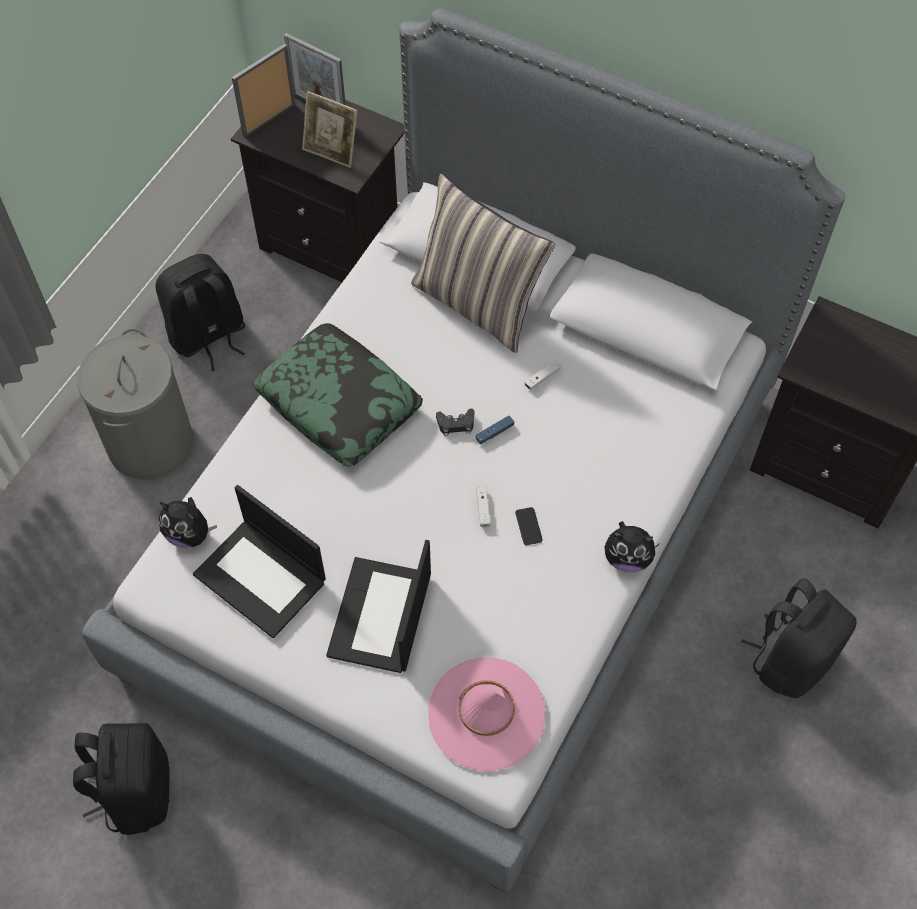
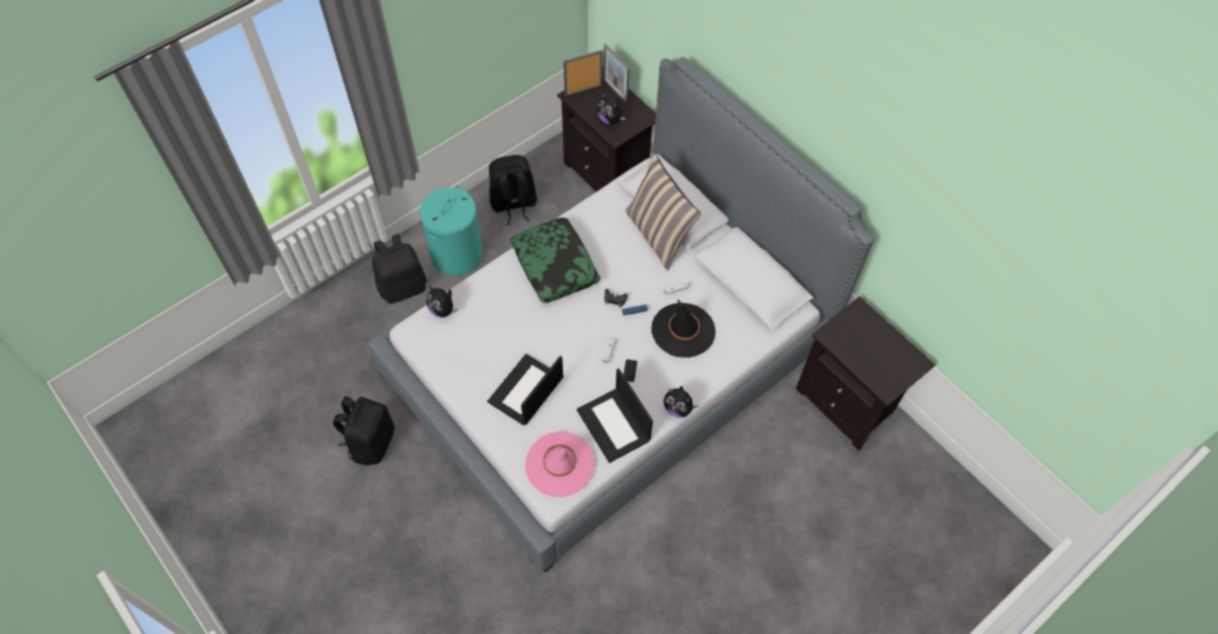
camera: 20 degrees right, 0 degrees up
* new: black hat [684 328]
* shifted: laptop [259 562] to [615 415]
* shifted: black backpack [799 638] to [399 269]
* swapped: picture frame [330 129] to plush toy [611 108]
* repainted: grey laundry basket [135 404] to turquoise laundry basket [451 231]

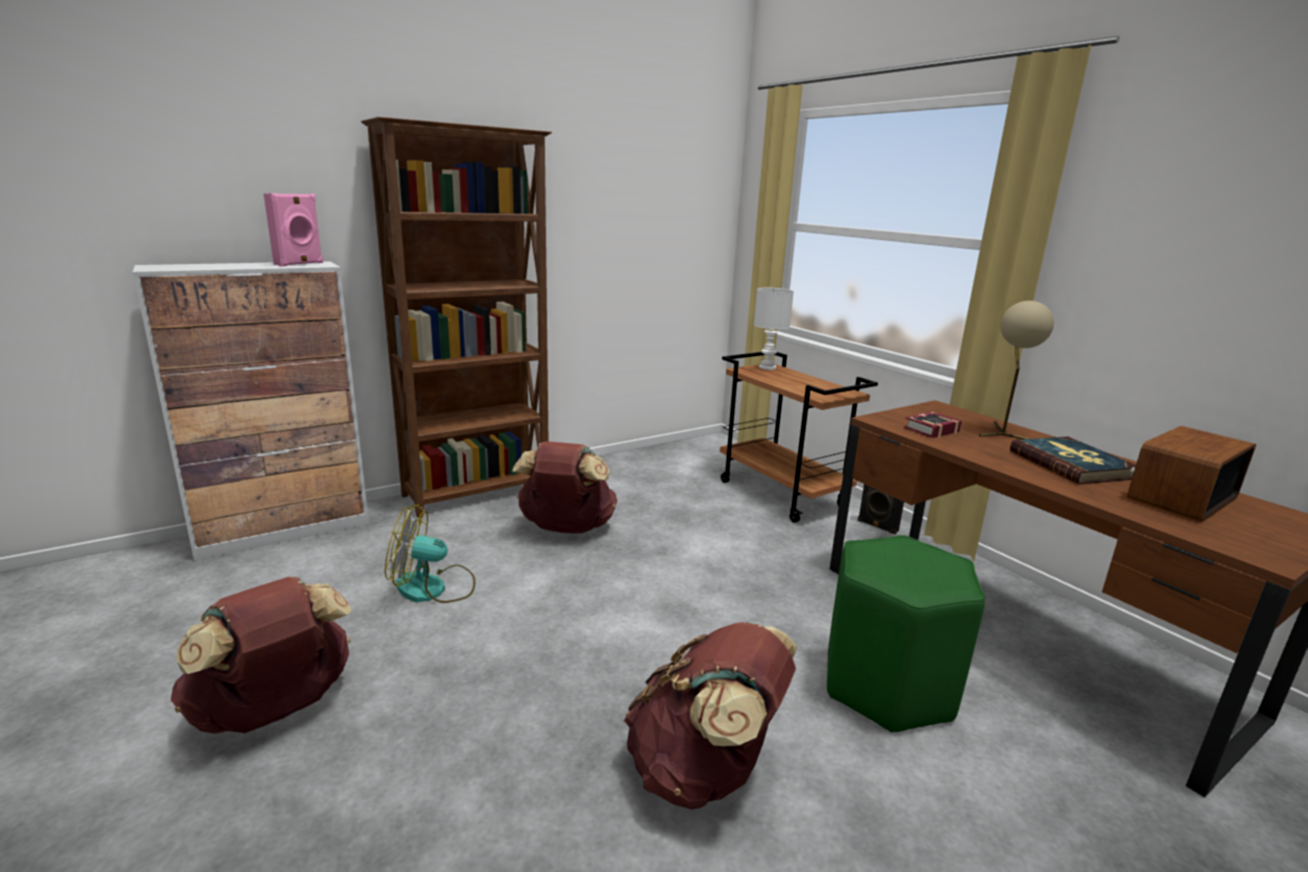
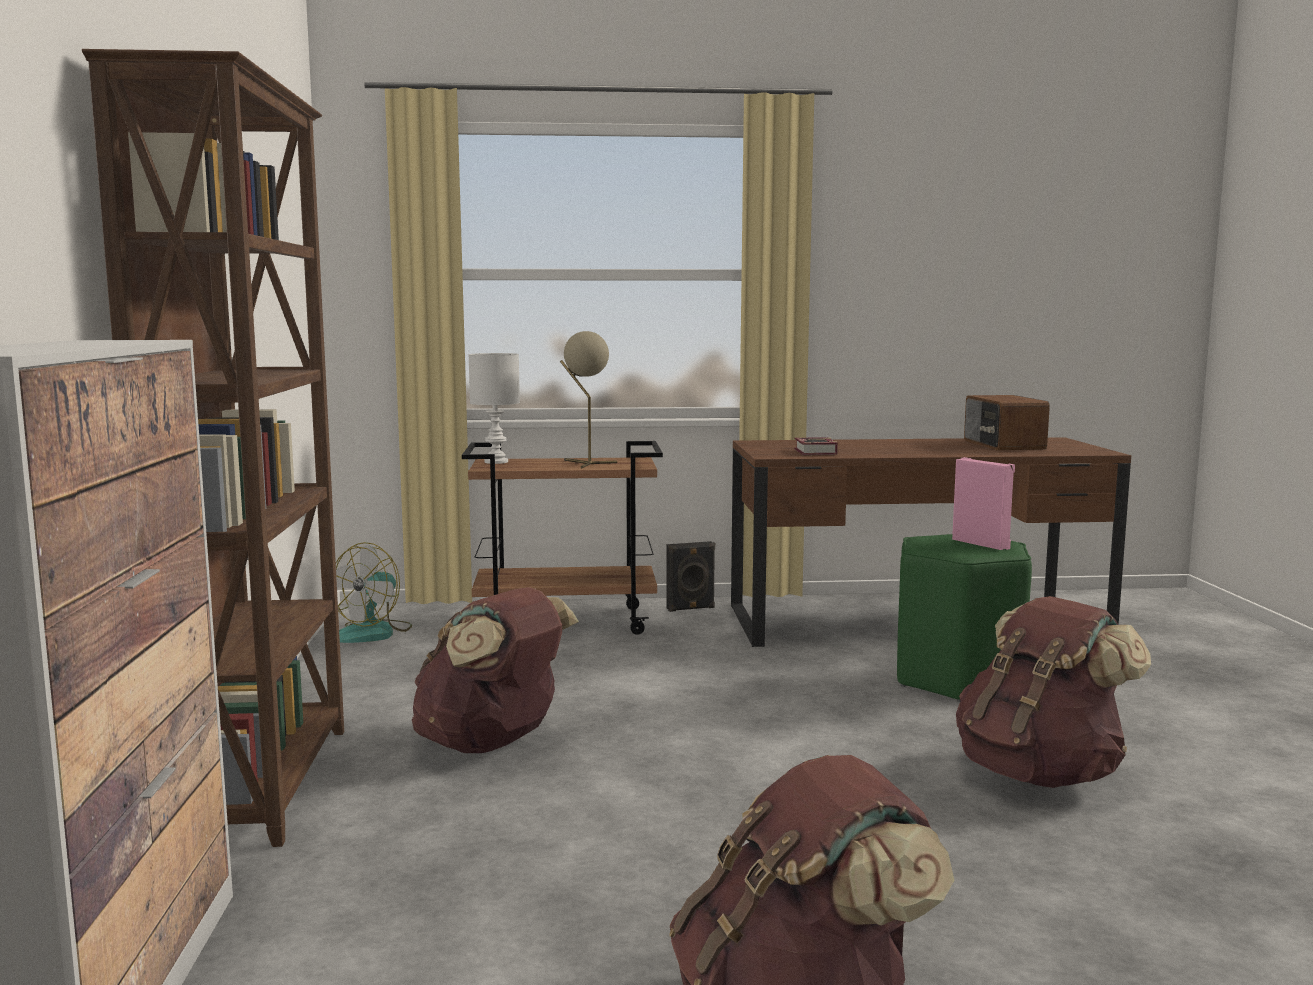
camera: 60 degrees left, 10 degrees down
* gone: book [1073 460]
* shifted: pink speaker [293 229] to [983 503]
* shifted: fan [430 554] to [374 592]
* shifted: beige table lamp [1016 370] to [588 399]

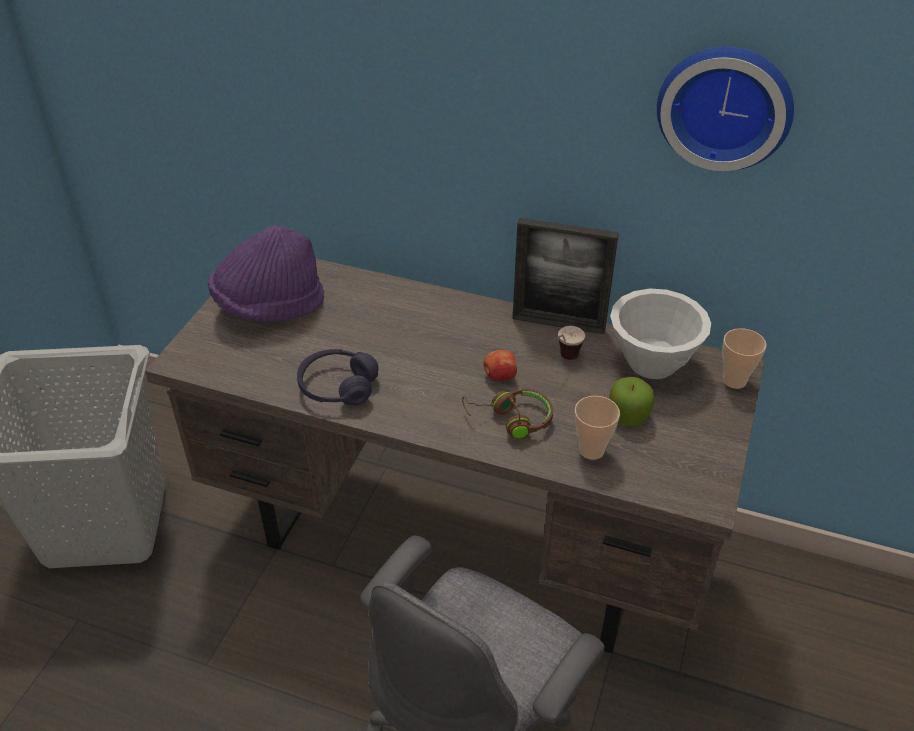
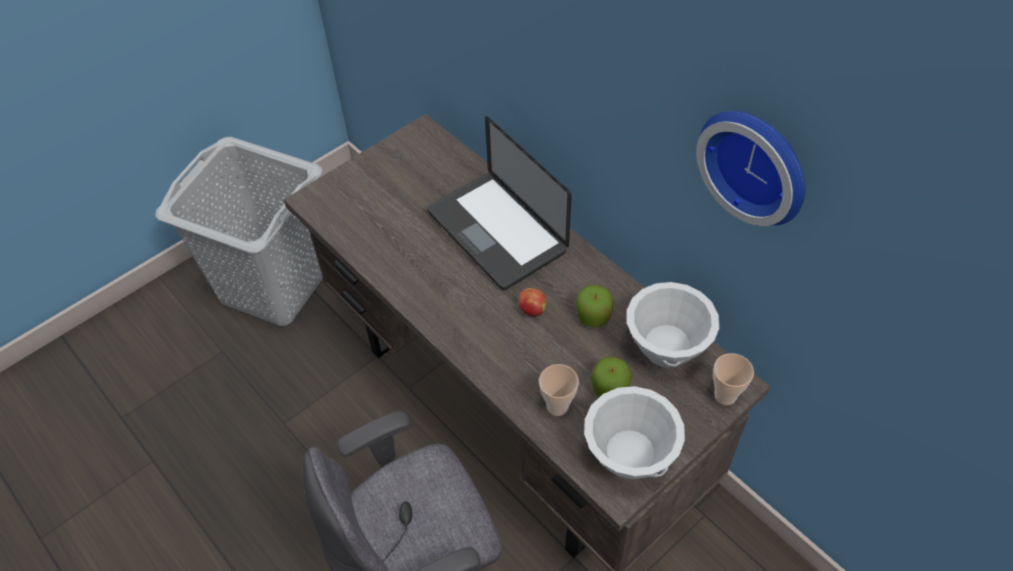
camera: 30 degrees right, 10 degrees up
* gone: purple hat [266 273]
* gone: purple headphones [338 377]
* gone: brown headphones [507 413]
* gone: picture frame [566 276]
* new: laptop [499 203]
* new: white bowl [634 432]
* swapped: cup [569 343] to apple [595 306]

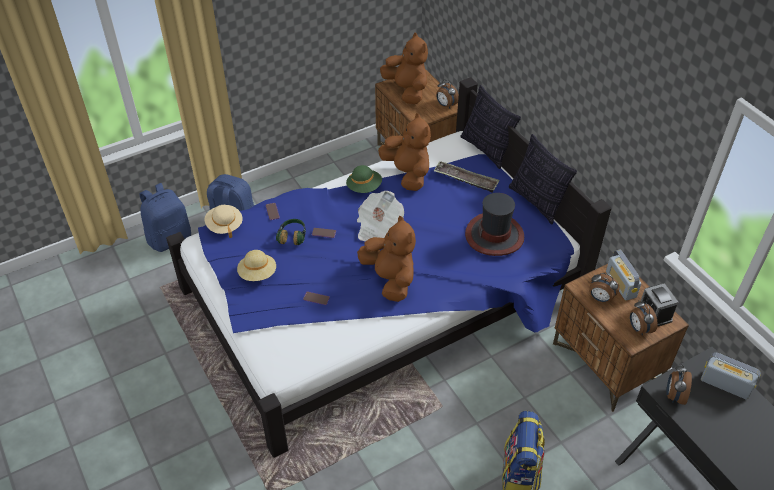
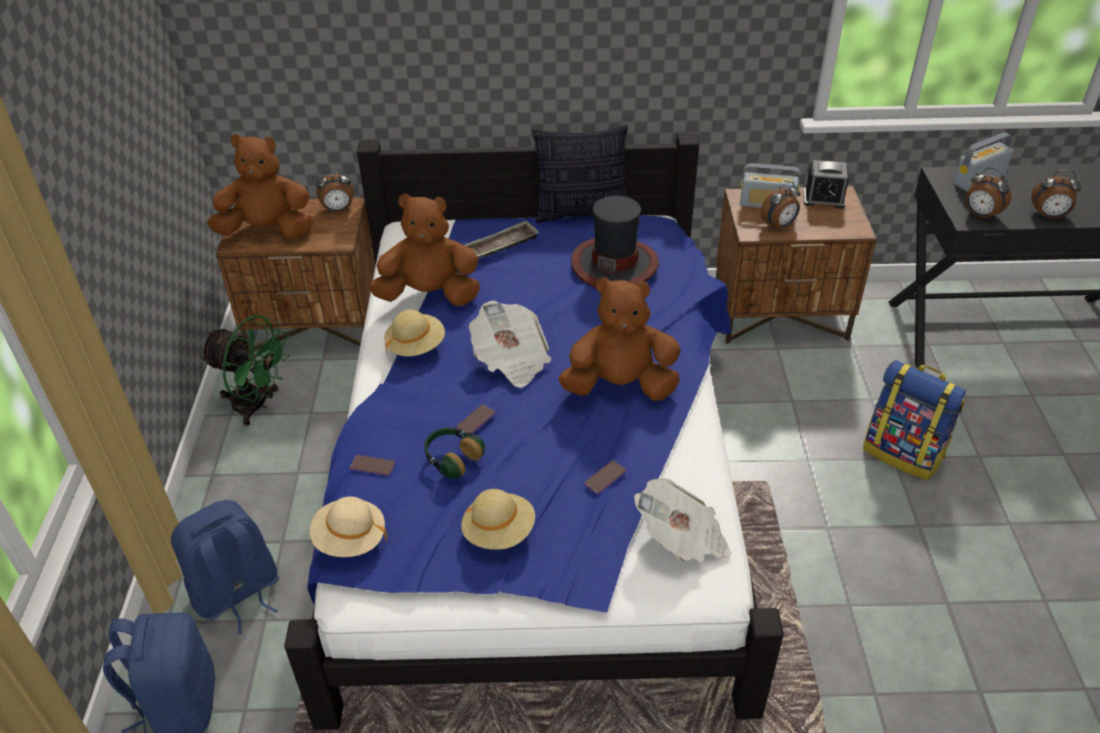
camera: 60 degrees left, 5 degrees down
* gone: pillow [490 127]
* new: green fan [245 370]
* new: newspaper [682 520]
* shifted: alarm clock [644 317] to [1056 194]
* repainted: green hat [364 179] to beige hat [414 333]

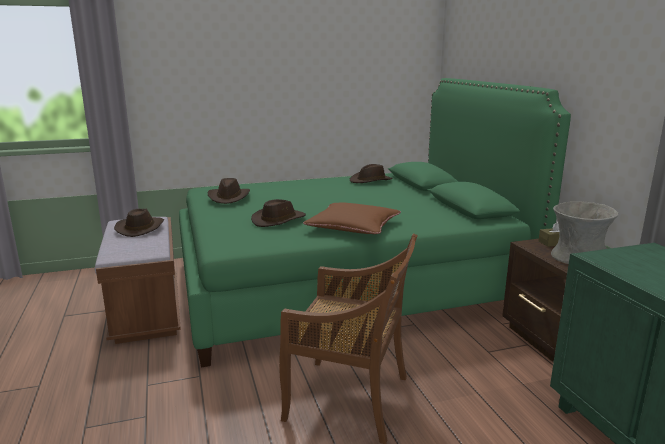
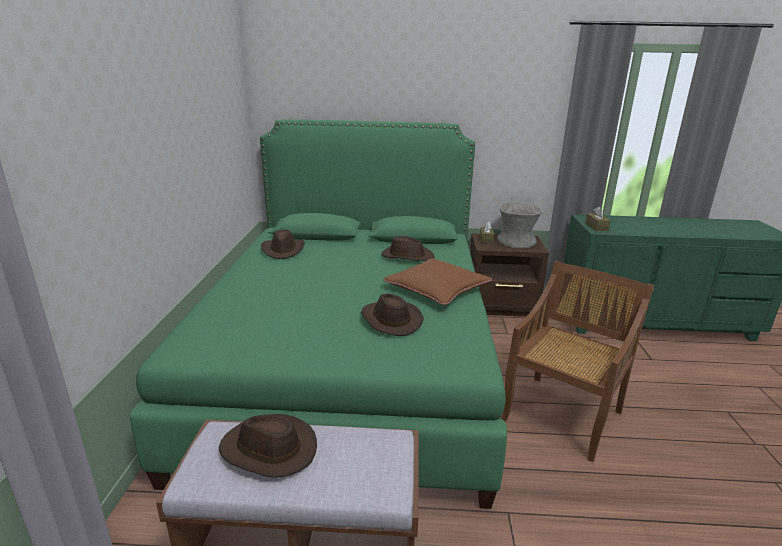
camera: 70 degrees left, 5 degrees up
* new: brown tissue box [598 219]
* shifted: brown hat [229 191] to [408 248]

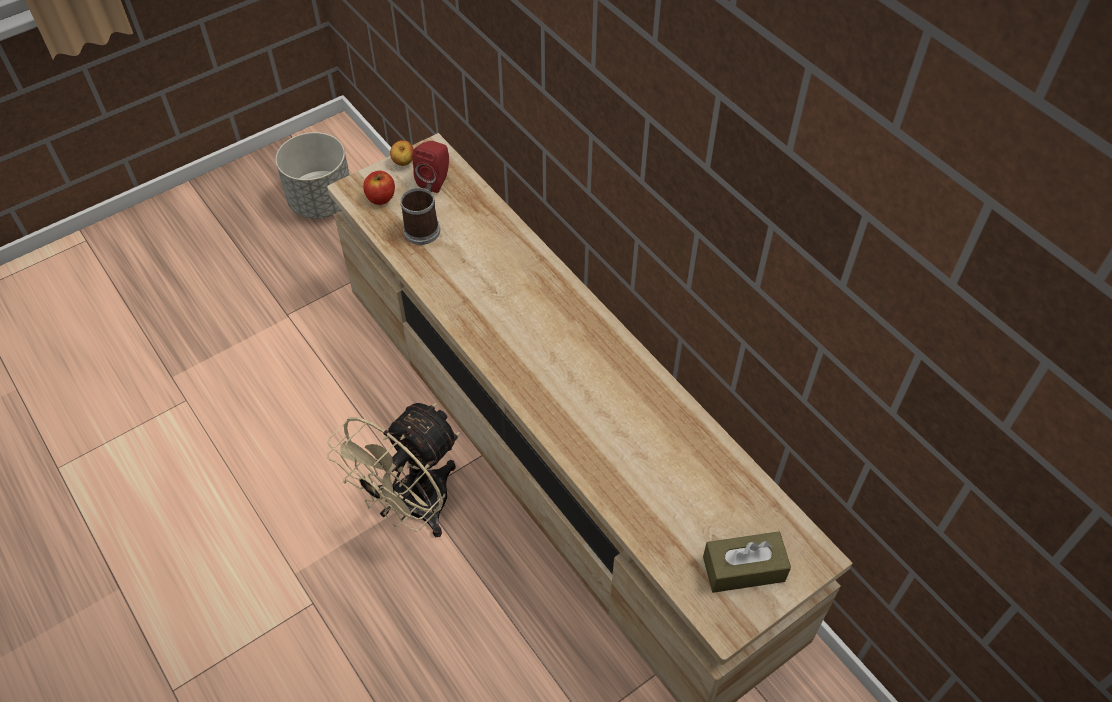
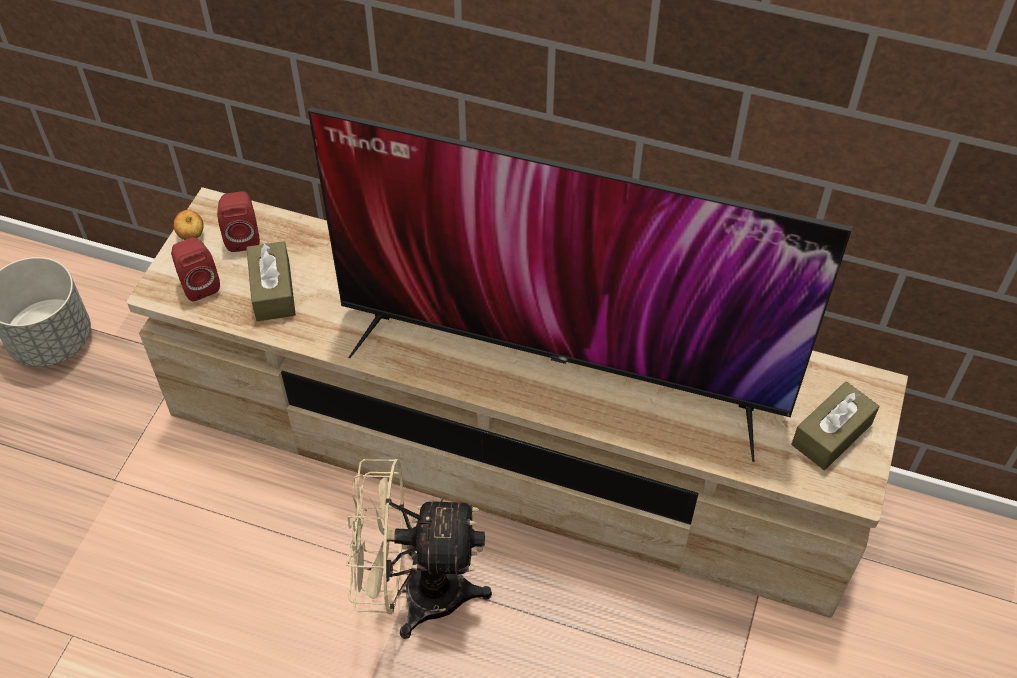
camera: 35 degrees left, 0 degrees up
* new: television [580 284]
* swapped: apple [379 188] to red speaker [195 269]
* swapped: mug [420 214] to brown tissue box [271 281]
* rotated: beige fan [393 470] = [419 549] 90 degrees clockwise

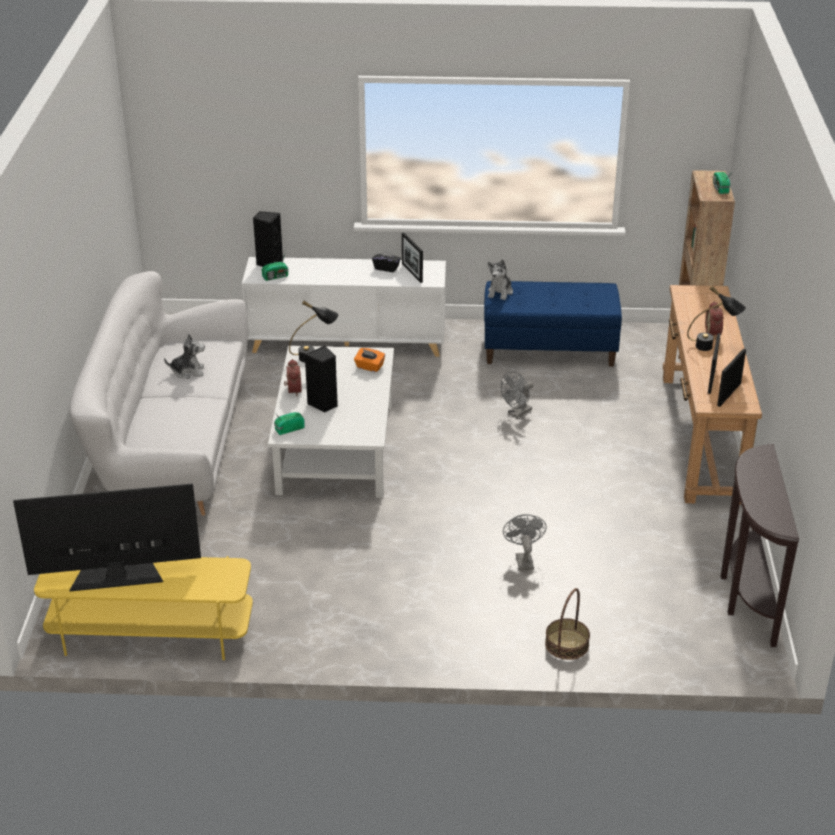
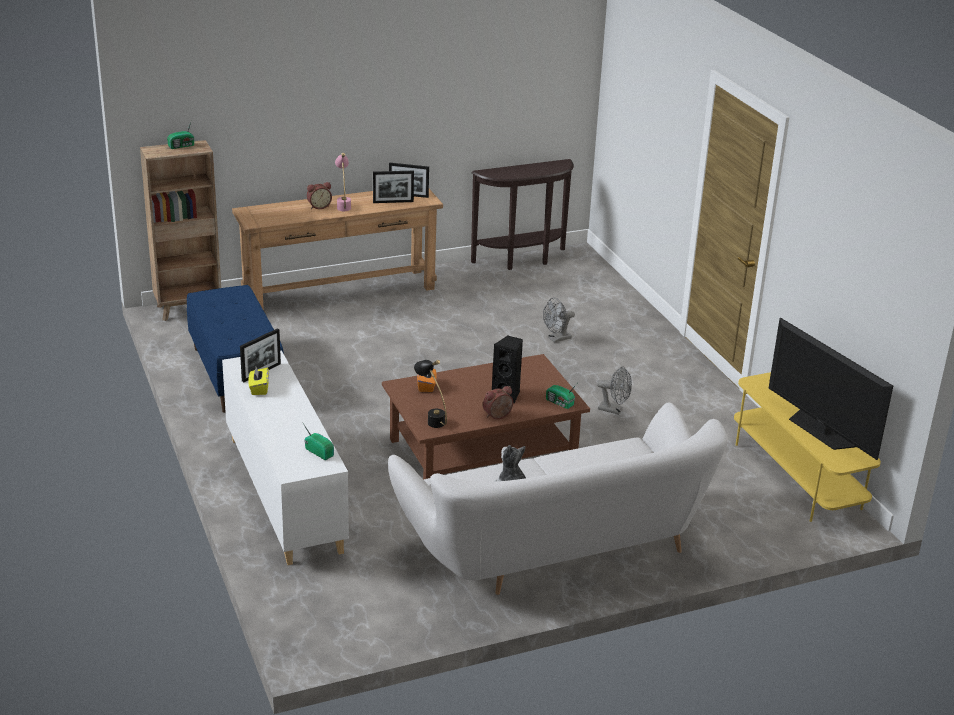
camera: 115 degrees left, 5 degrees down
* gone: black speaker [268 239]
* gone: plush toy [500 279]
* gone: basket [567 624]
* shifted: grey fan [517 394] to [614 390]
* repainted: white coffee table [331 422] to brown coffee table [486 417]
* repainted: black tissue box [386 260] to yellow tissue box [259 381]
* repainted: black table lamp [716 318] to pink table lamp [343 182]

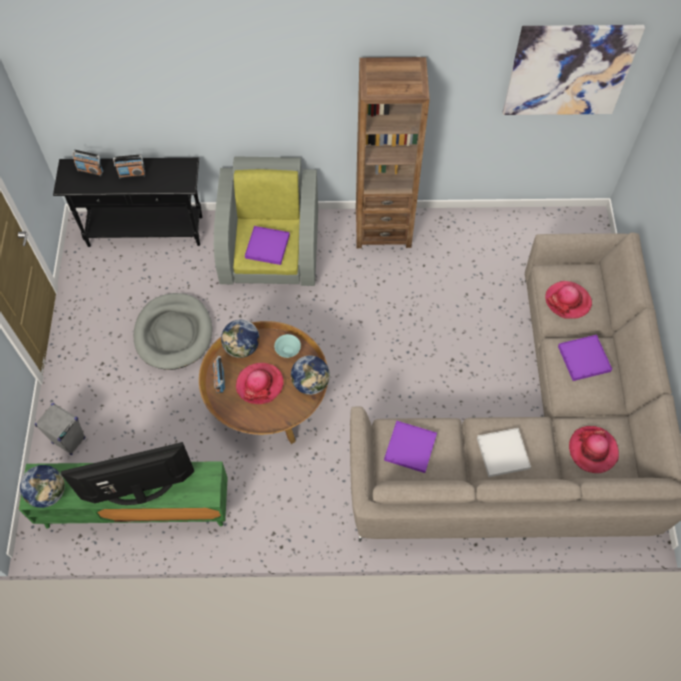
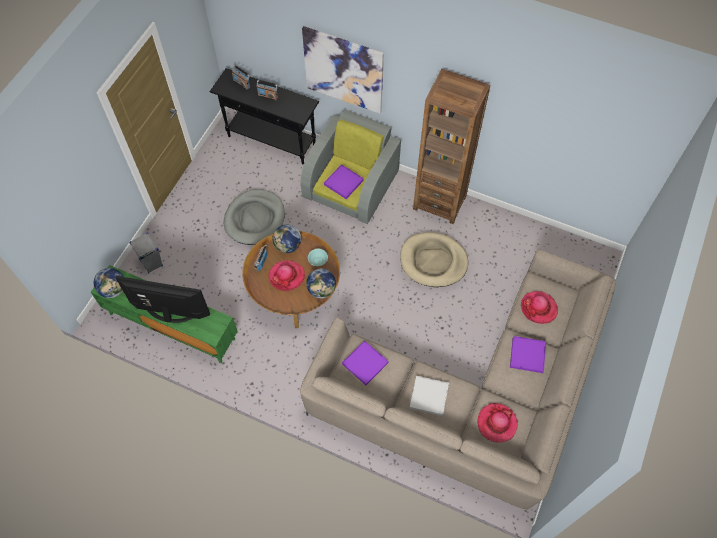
camera: 25 degrees right, 0 degrees up
* new: beige dog bed [434 259]
* shifted: picture [574 70] to [343 69]

